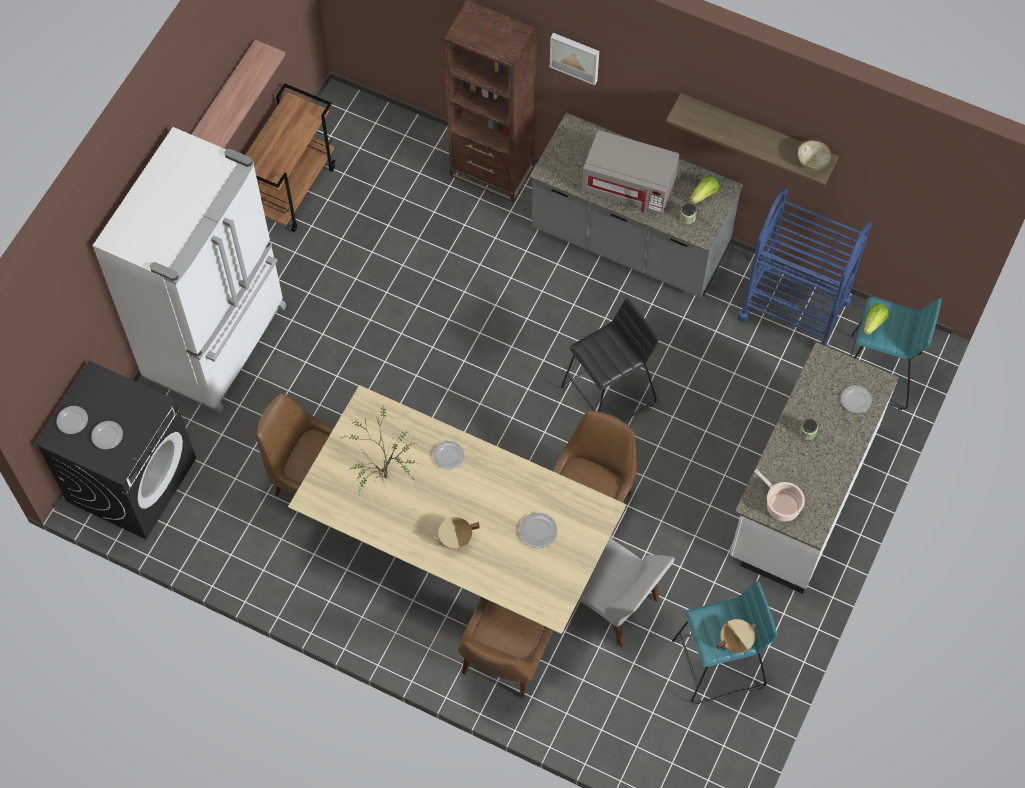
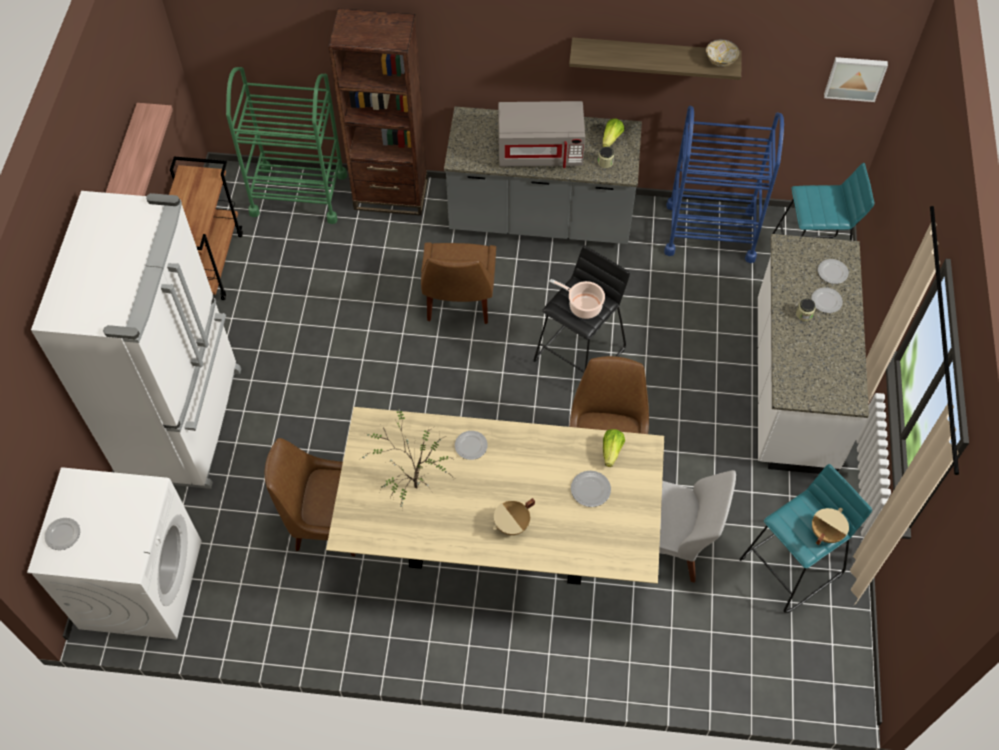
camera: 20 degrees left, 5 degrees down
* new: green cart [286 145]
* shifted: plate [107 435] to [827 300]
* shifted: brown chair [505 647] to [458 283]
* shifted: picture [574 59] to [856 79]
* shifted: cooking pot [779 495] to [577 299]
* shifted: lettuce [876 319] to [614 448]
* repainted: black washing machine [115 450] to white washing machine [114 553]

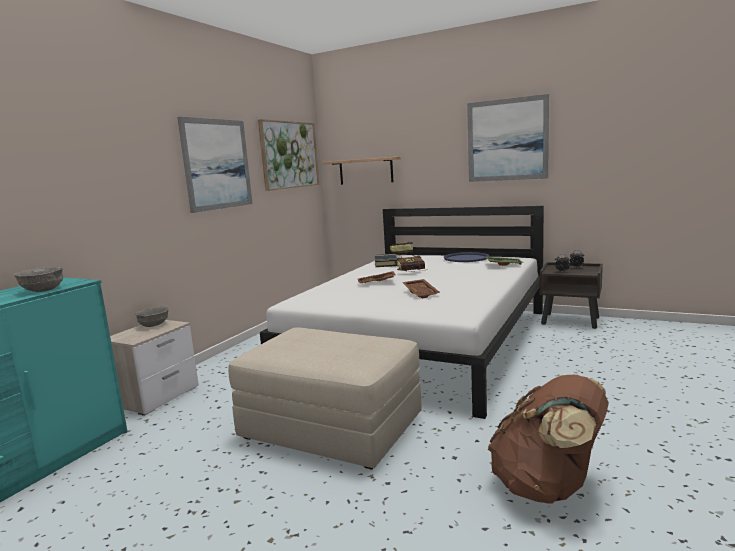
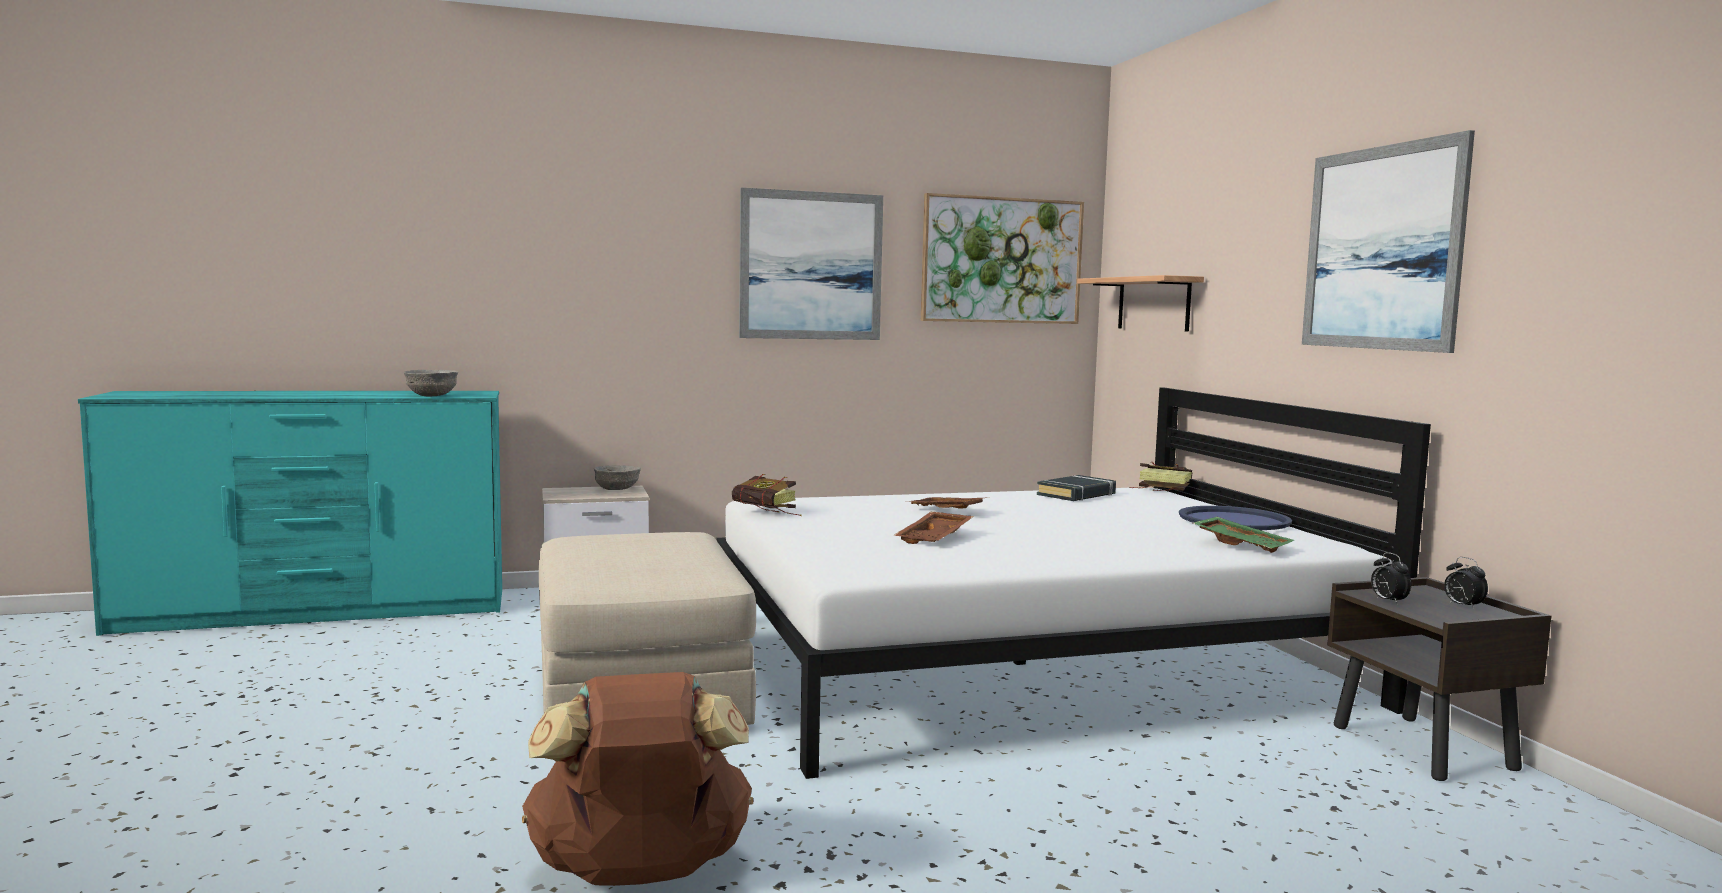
camera: 45 degrees right, 5 degrees down
* shifted: book [411 263] to [766 495]

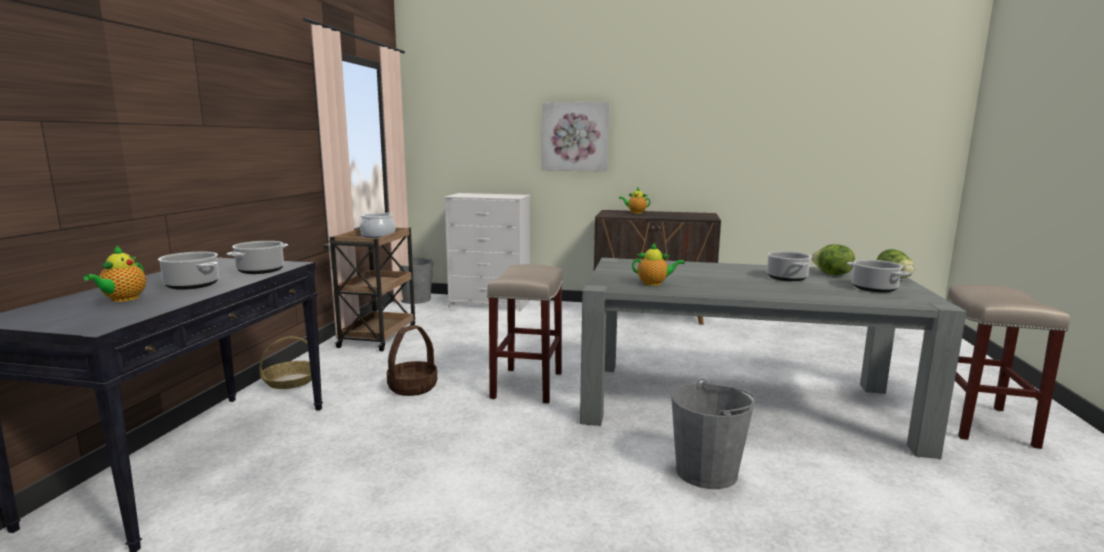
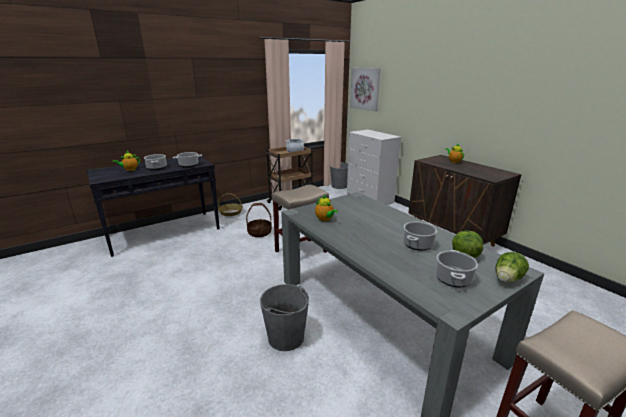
camera: 45 degrees right, 10 degrees up
* shifted: picture [576 137] to [365 89]

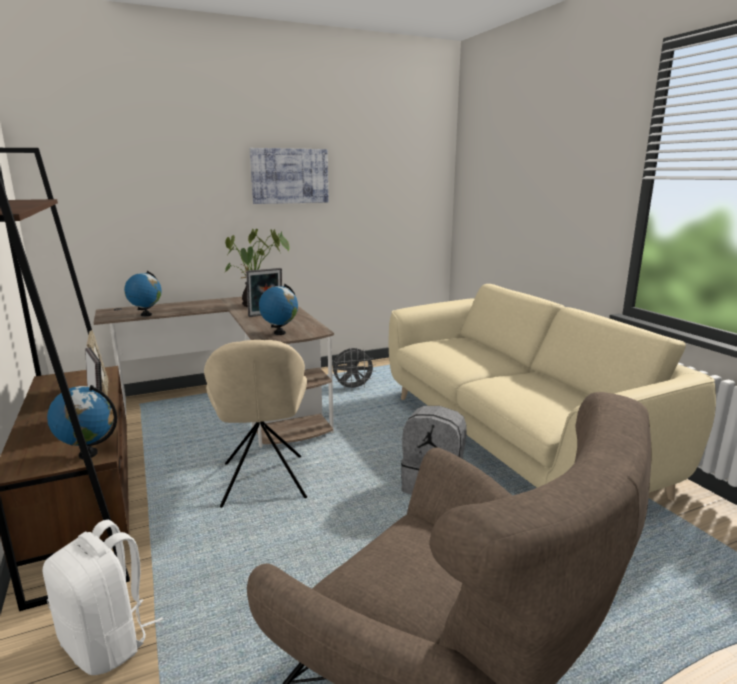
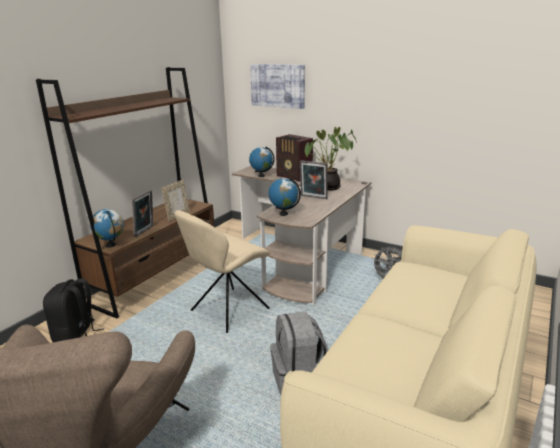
camera: 55 degrees right, 5 degrees up
* new: radio [294 158]
* shifted: picture [289 176] to [277 86]
* repainted: white backpack [103 597] to black backpack [73 310]

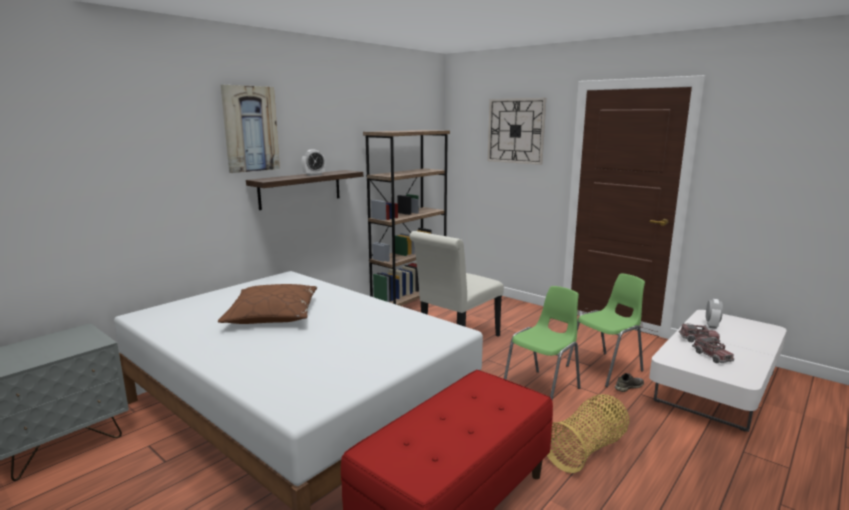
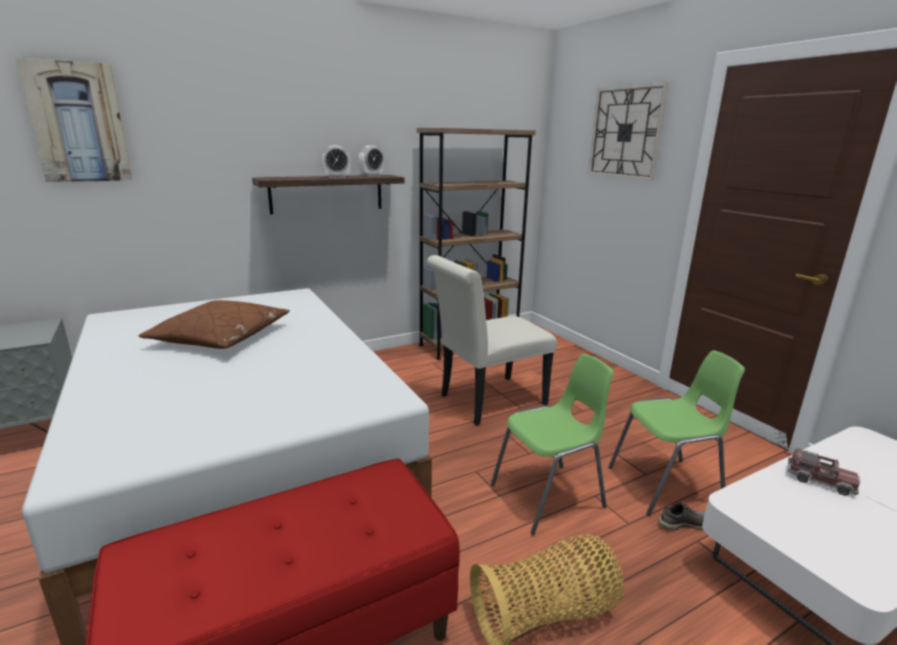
camera: 20 degrees right, 5 degrees up
* gone: toy truck [713 349]
* shifted: picture [250 129] to [73 119]
* shifted: alarm clock [714 314] to [371 160]

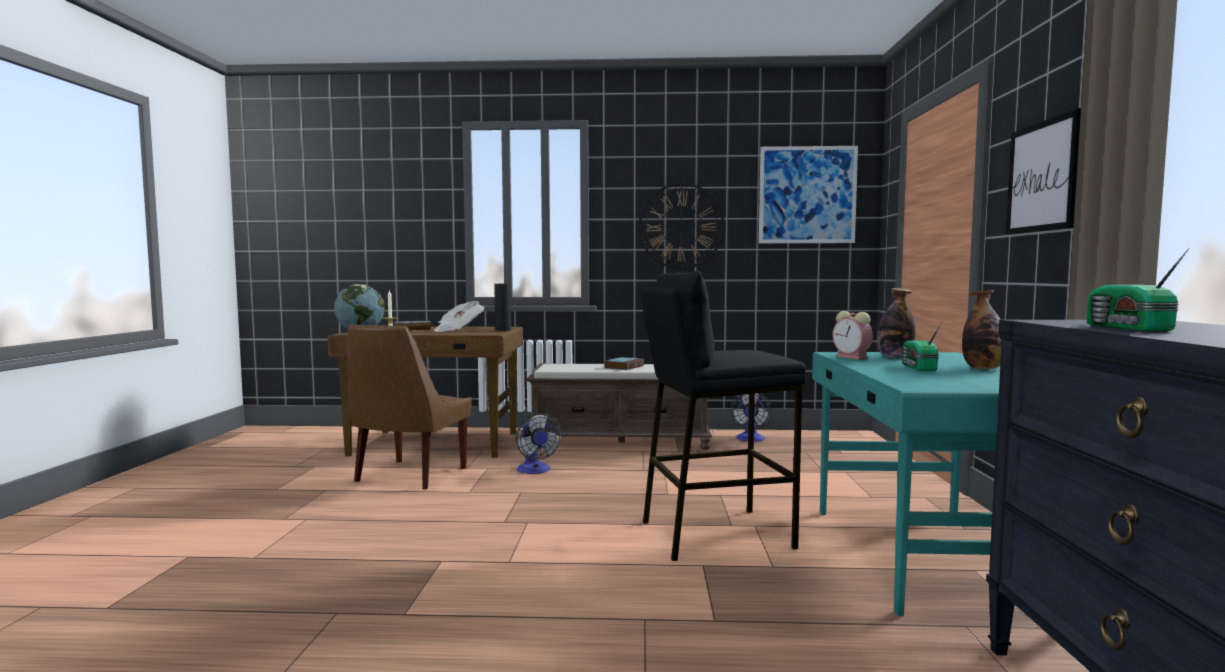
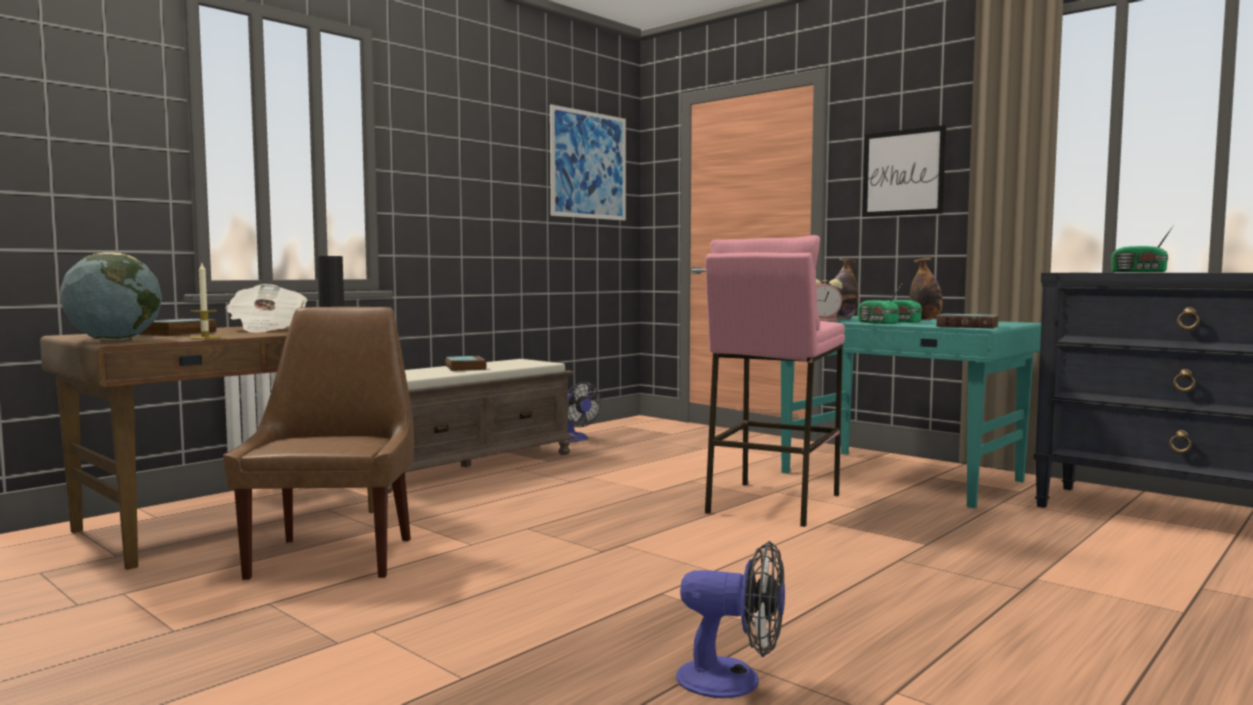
camera: 50 degrees left, 0 degrees up
* gone: wall clock [681 226]
* new: radio [880 304]
* new: book [967 321]
* shifted: fan [539 443] to [730 619]
* repainted: black stool [723 415] to pink stool [775 381]
* rotated: brown chair [409 407] = [318 443] 150 degrees counterclockwise

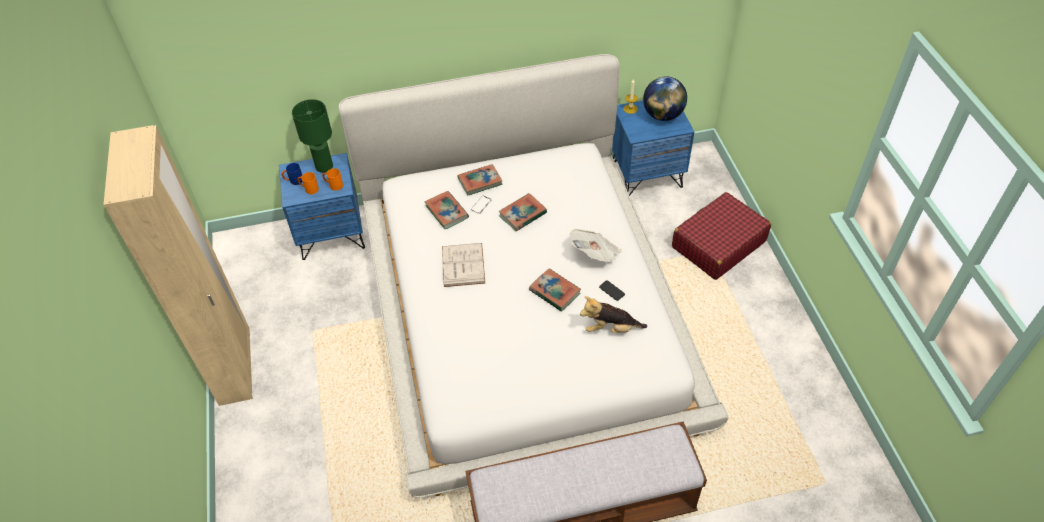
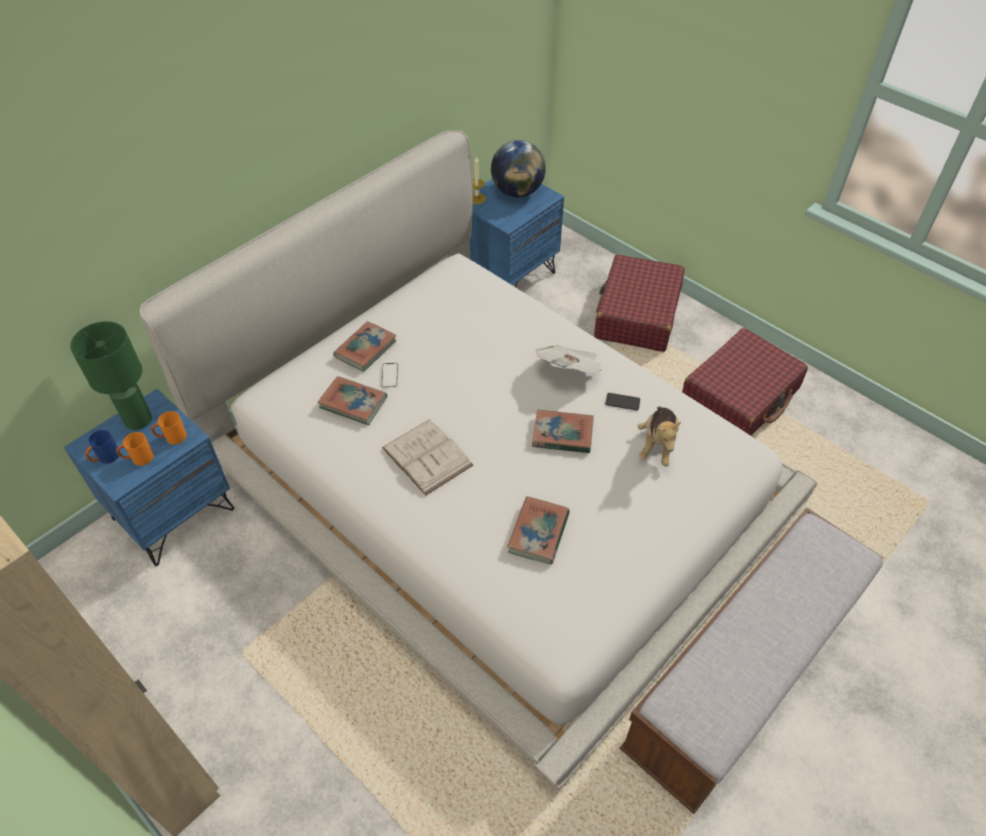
camera: 35 degrees left, 0 degrees up
* new: red suitcase [745 382]
* shifted: book [523 212] to [538 530]
* rotated: plush toy [613 314] = [659 437] 45 degrees counterclockwise

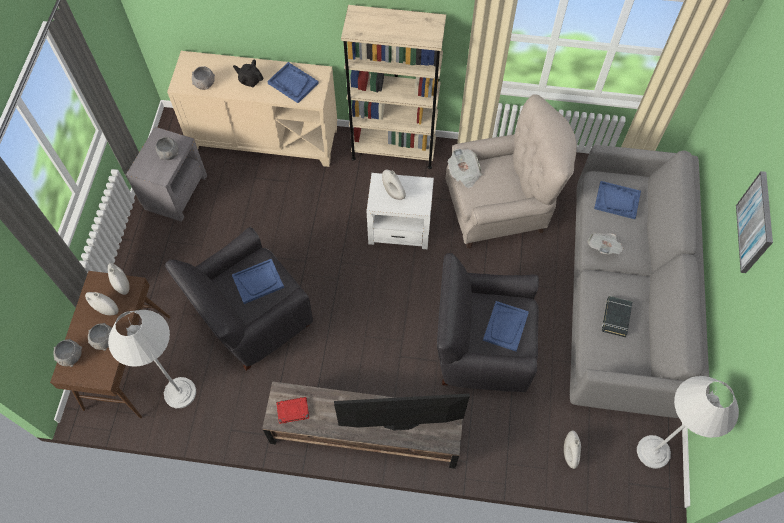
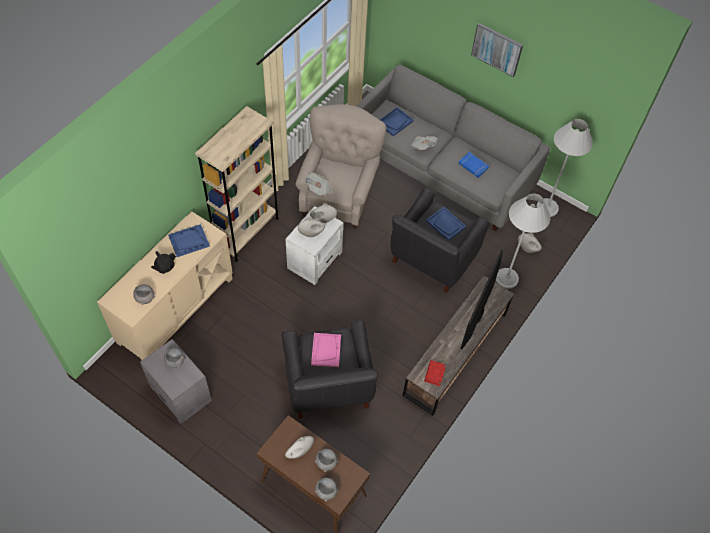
camera: 65 degrees left, 5 degrees down
* shifted: white vase [119 279] to [323 213]
* shifted: white floor lamp [152 359] to [523 241]
* repainted: blue tray [258 281] to pink tray [326 350]
* repainted: black book [617 316] to blue book [474 165]

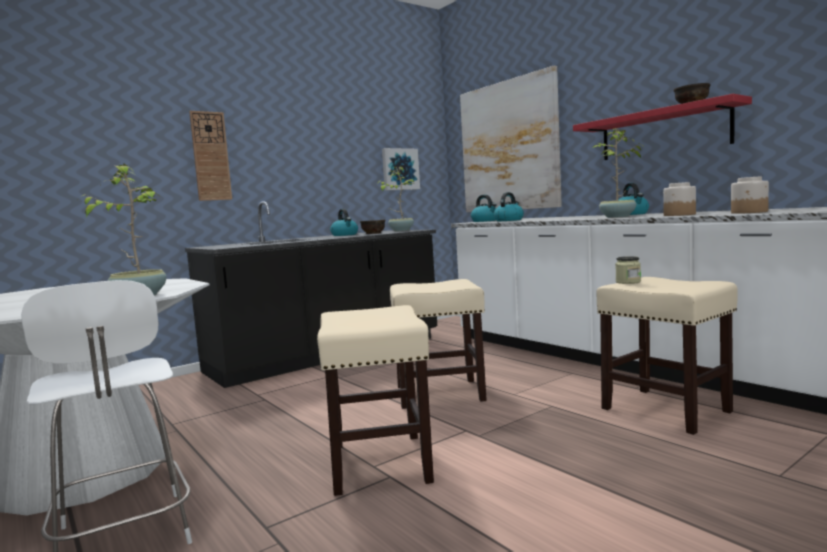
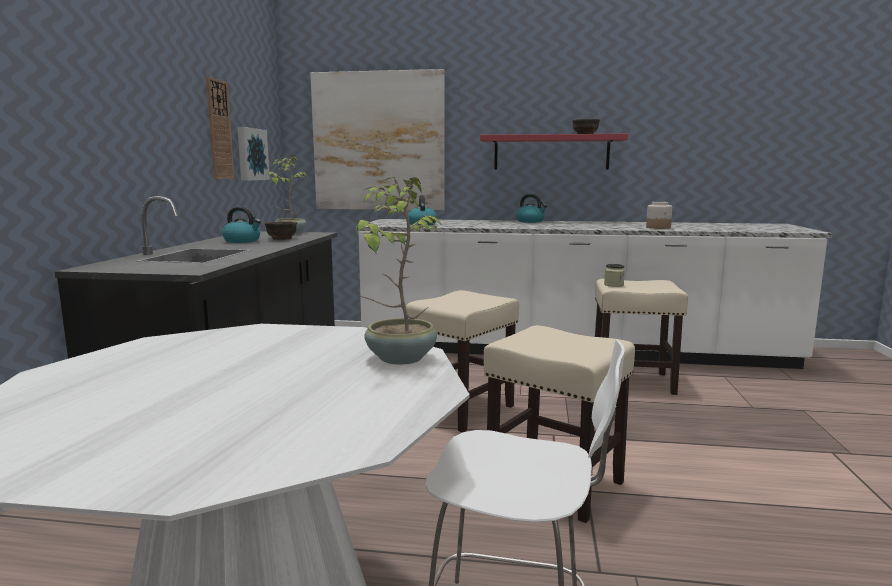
camera: 45 degrees left, 5 degrees up
* gone: kettle [484 208]
* gone: potted plant [618 173]
* gone: jar [679 199]
* shifted: wall clock [210 156] to [220 128]

